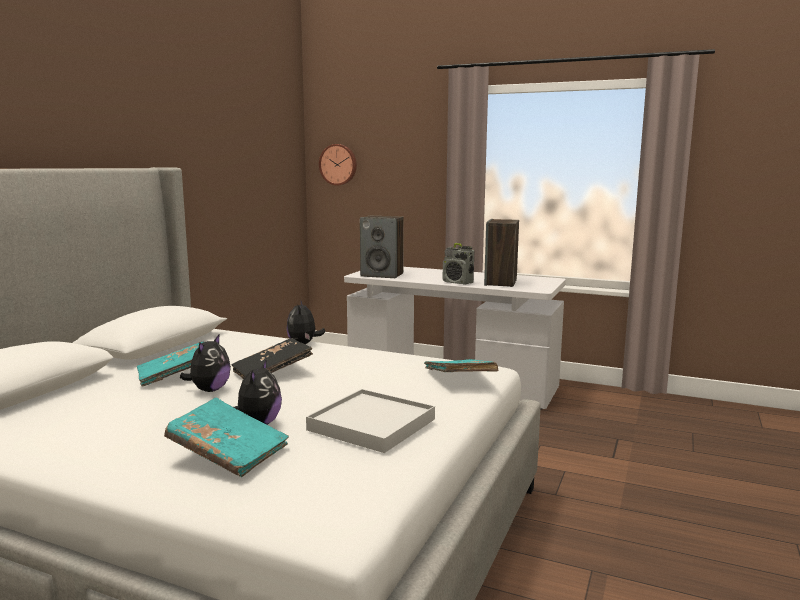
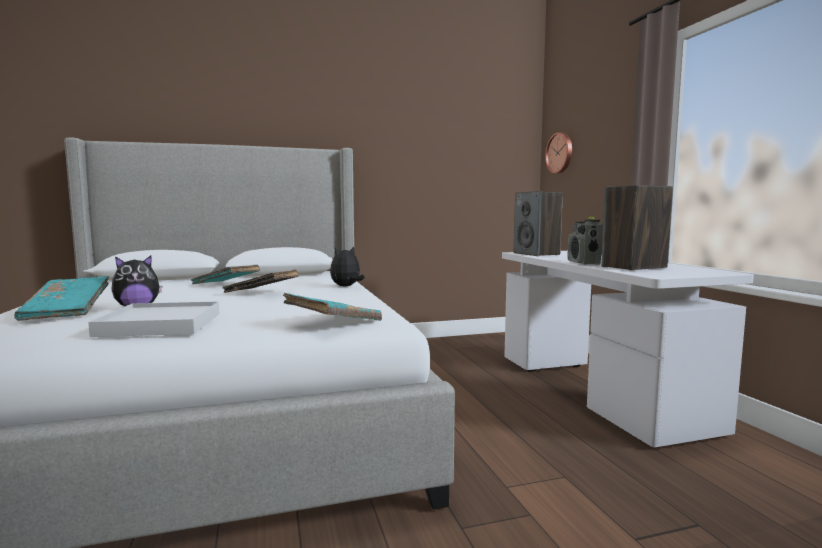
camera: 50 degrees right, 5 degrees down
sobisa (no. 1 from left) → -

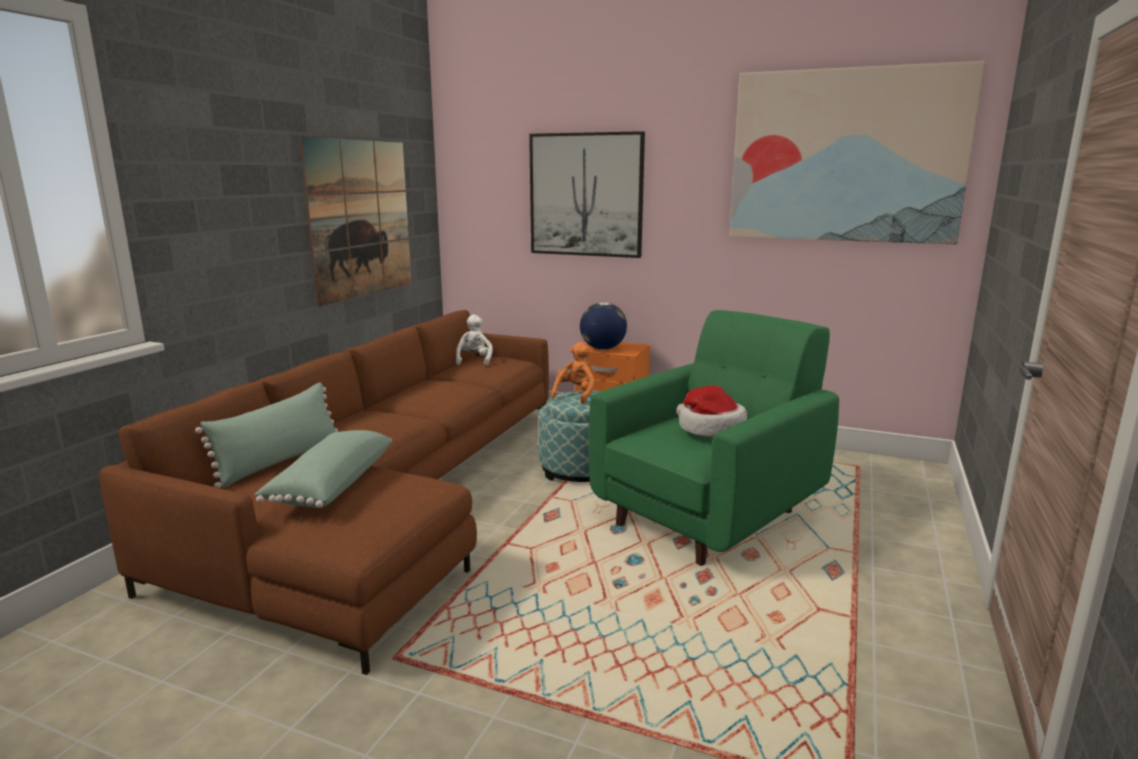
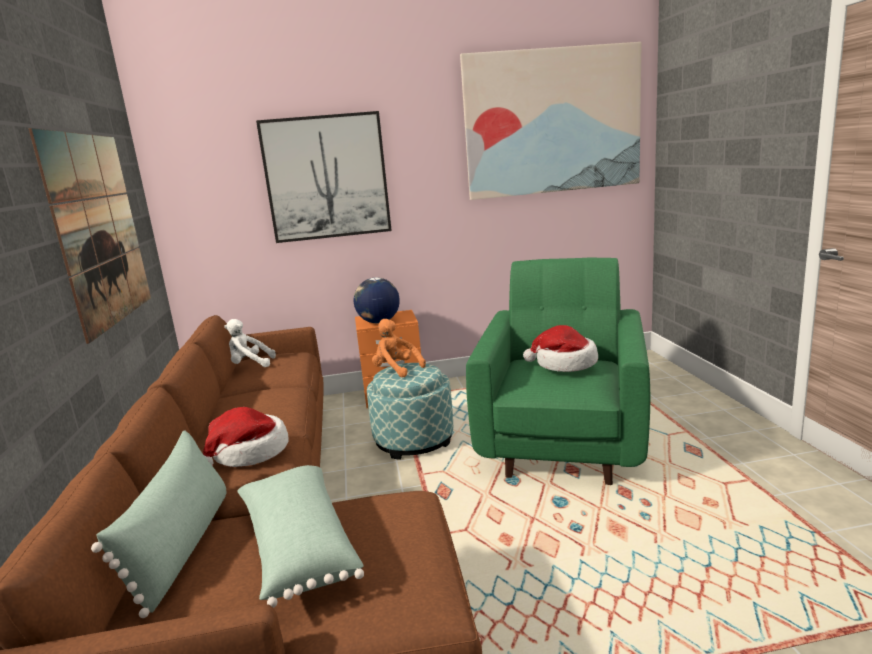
camera: 30 degrees left, 0 degrees up
white sobisa, 60 degrees counterclockwise
orange sobisa, 45 degrees counterclockwise
- → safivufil (no. 1 from left)

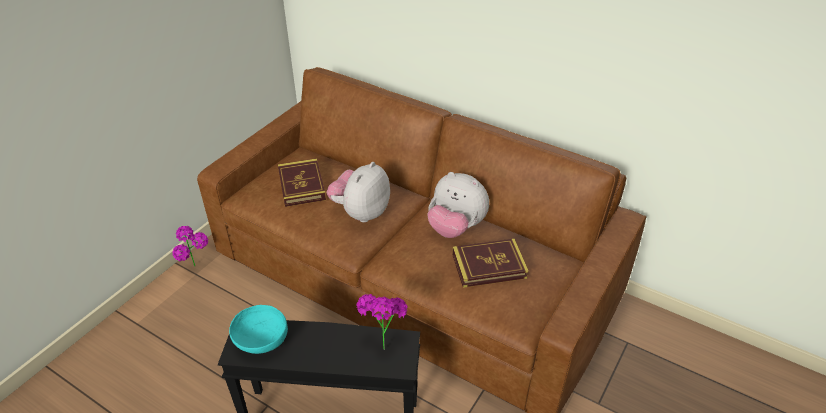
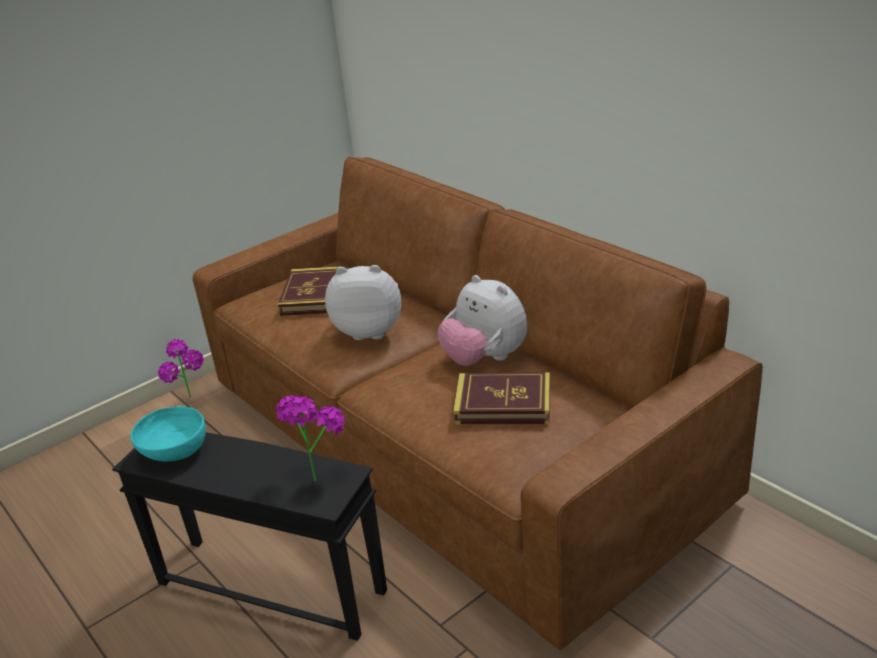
camera: 20 degrees right, 10 degrees down
sobisa (no. 1 from left), 45 degrees clockwise

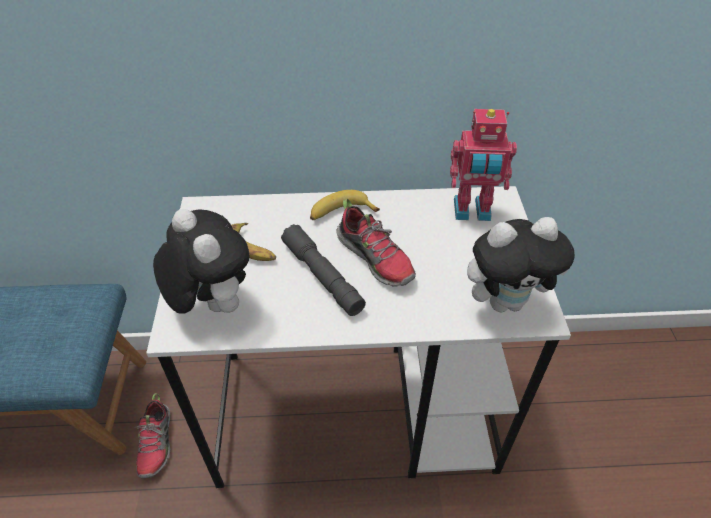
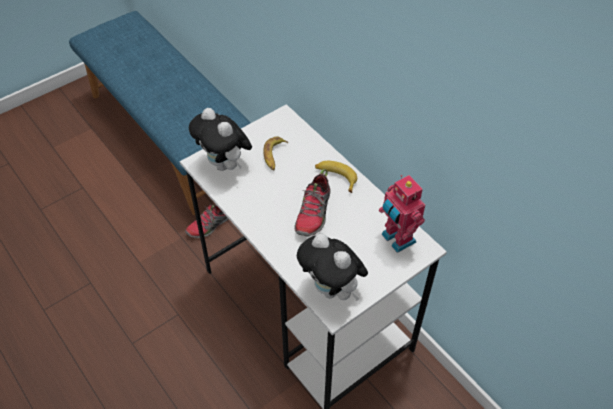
camera: 55 degrees right, 5 degrees up
sobisa (no. 1 from left), 120 degrees clockwise
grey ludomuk → -

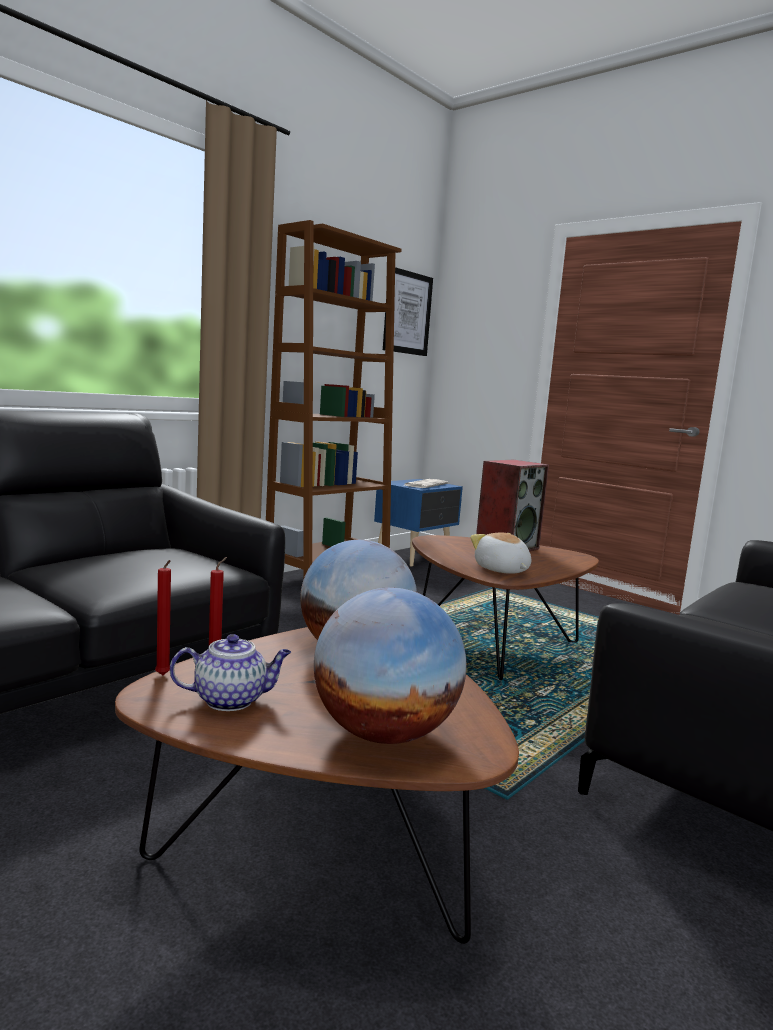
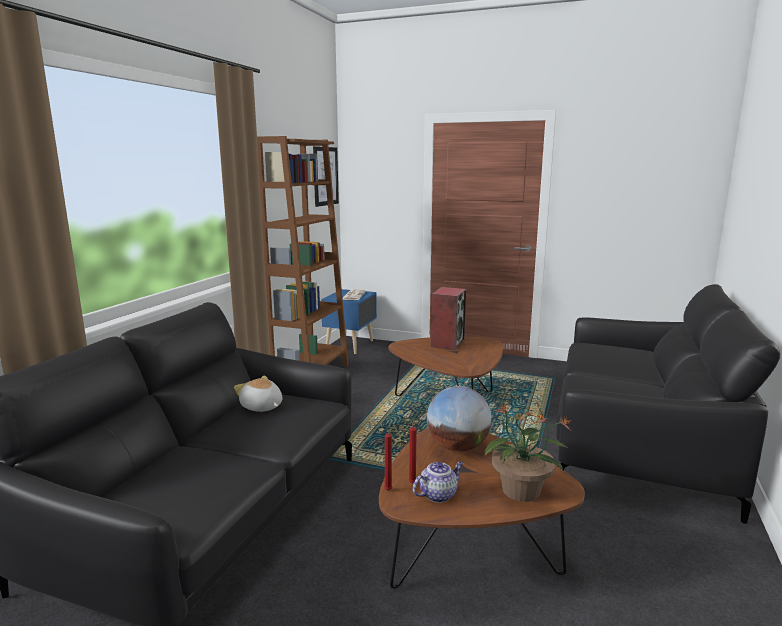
camera: 20 degrees left, 5 degrees up
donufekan (no. 2 from left) → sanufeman
sobisa, relocated

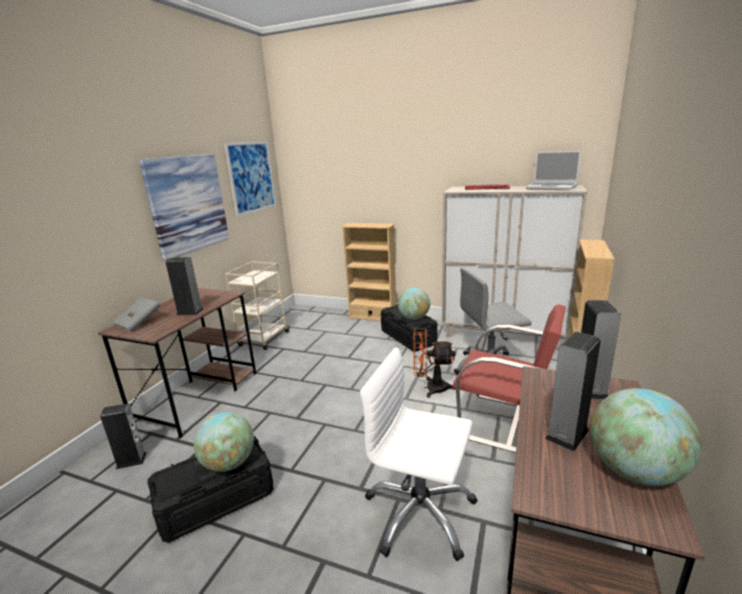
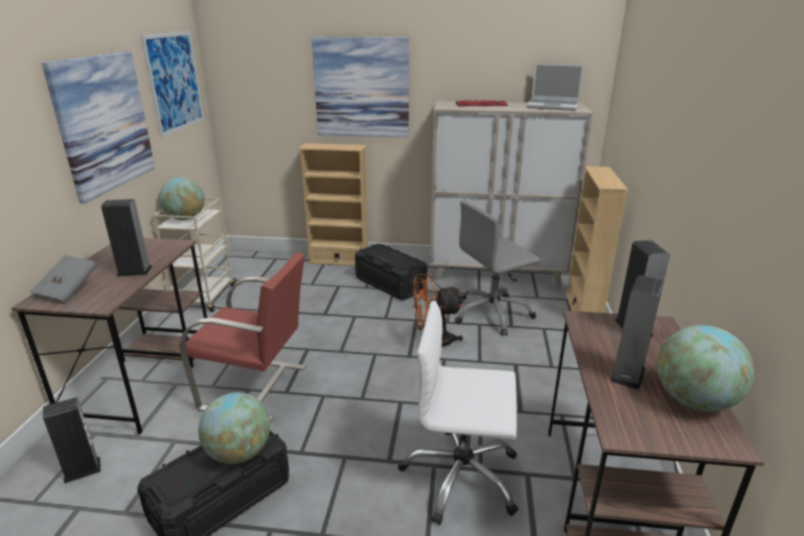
camera: 15 degrees left, 5 degrees up
donufekan (no. 2 from left in the first image) → donufekan (no. 1 from left), relocated
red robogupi, relocated
- → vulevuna (no. 3 from left)

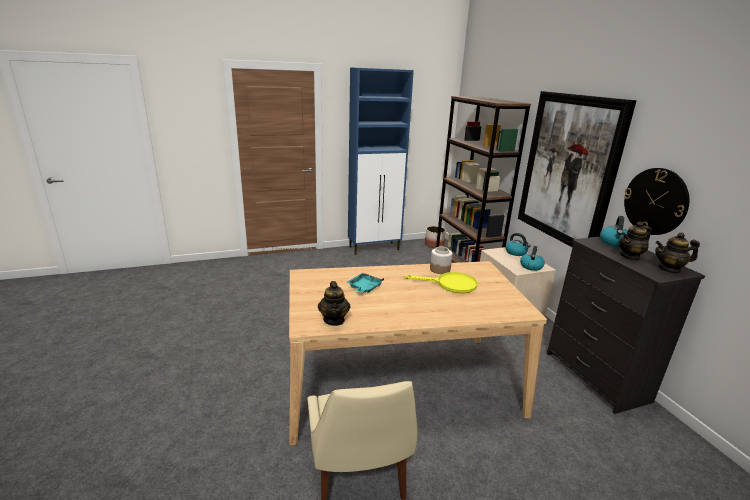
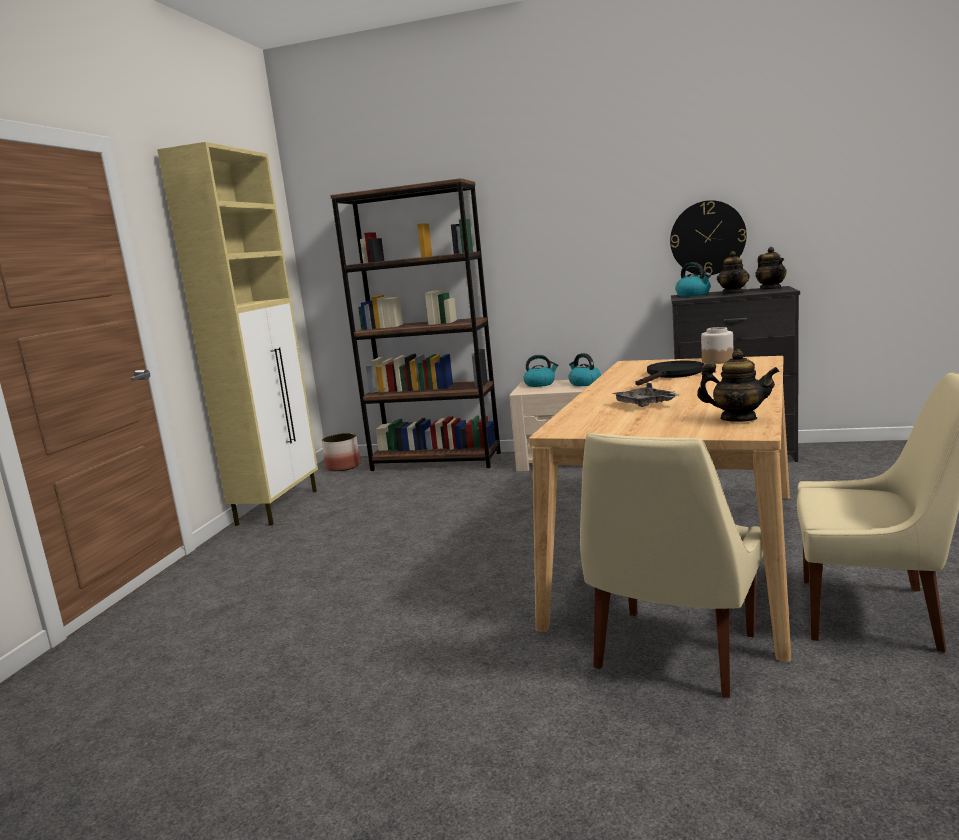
camera: 55 degrees left, 10 degrees down
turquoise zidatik → grey zidatik
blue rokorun → beige rokorun
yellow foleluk → black foleluk
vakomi, relocated
vulevuna → -
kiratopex (no. 3 from left), 45 degrees counterclockwise
- → beige robogupi (no. 1 from left)

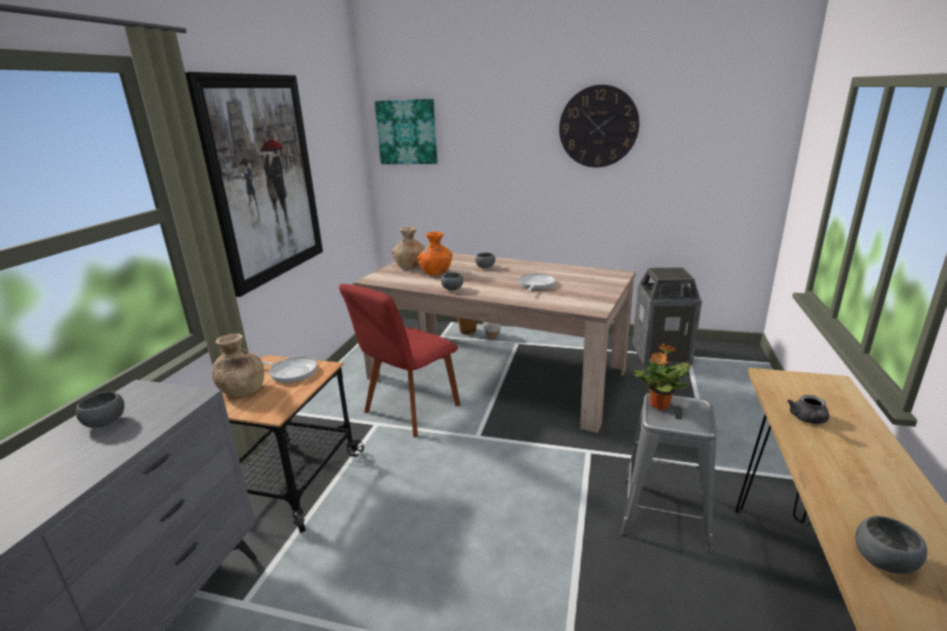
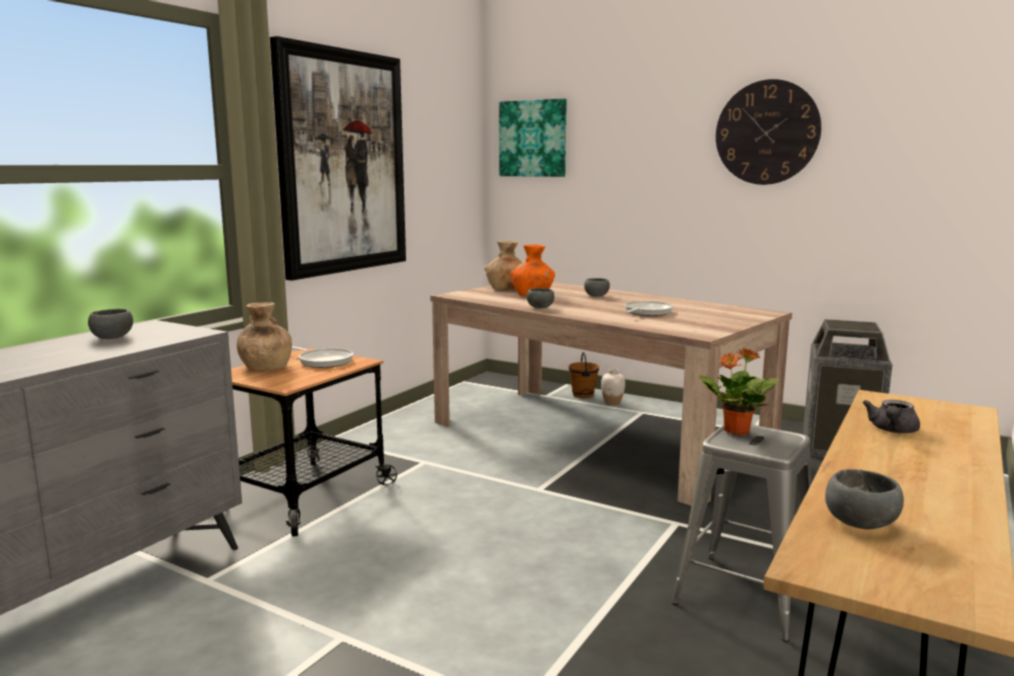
camera: 15 degrees right, 10 degrees down
red robogupi → -

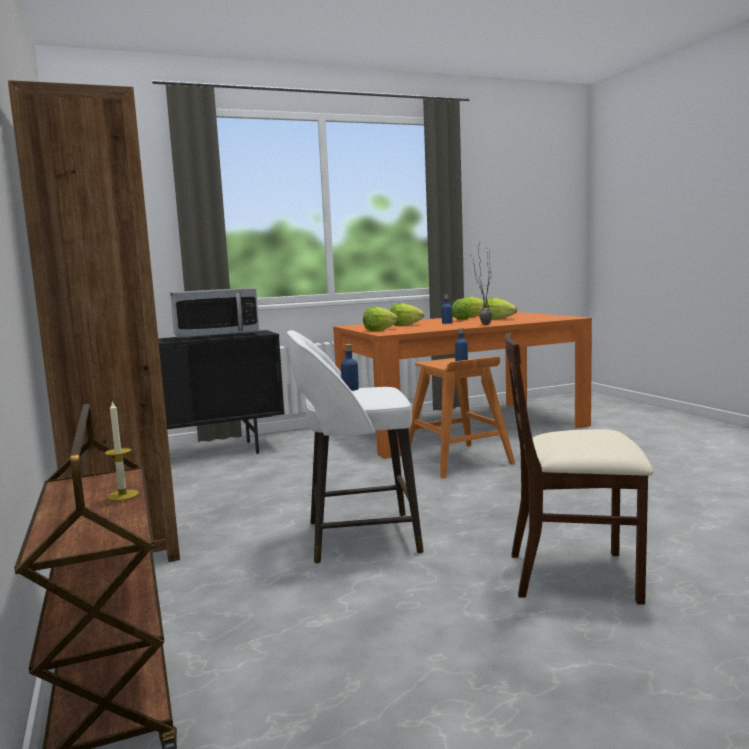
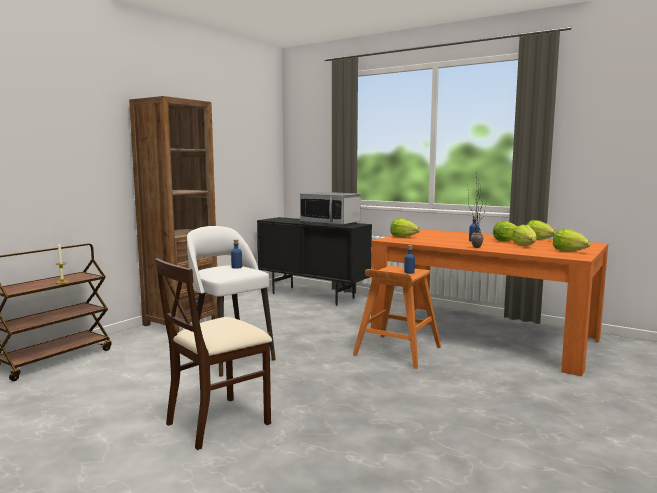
camera: 55 degrees right, 0 degrees up
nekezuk (no. 2 from left in the first image) → nekezuk (no. 5 from left), relocated
beige robogupi, 105 degrees counterclockwise

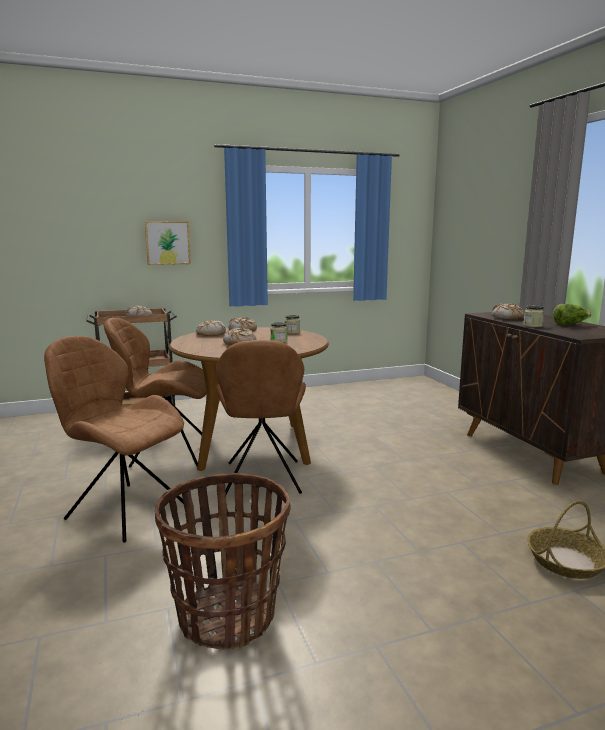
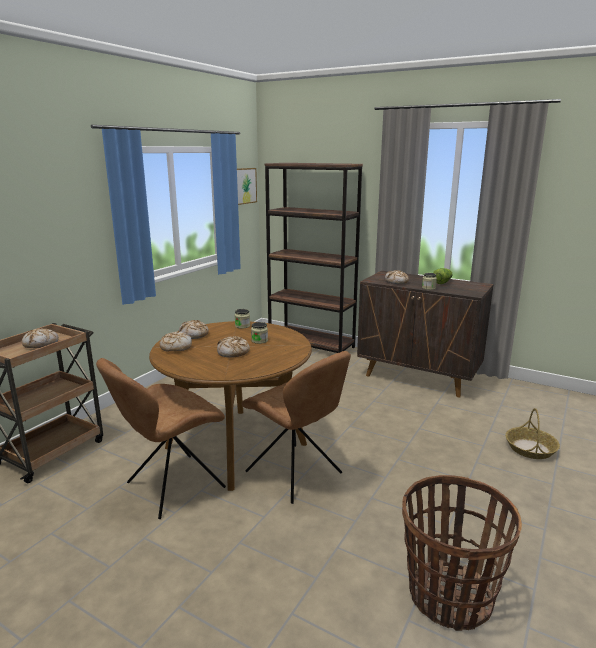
camera: 40 degrees left, 5 degrees up
brown robogupi (no. 1 from left) → -
vulevuna, relocated
- → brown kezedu

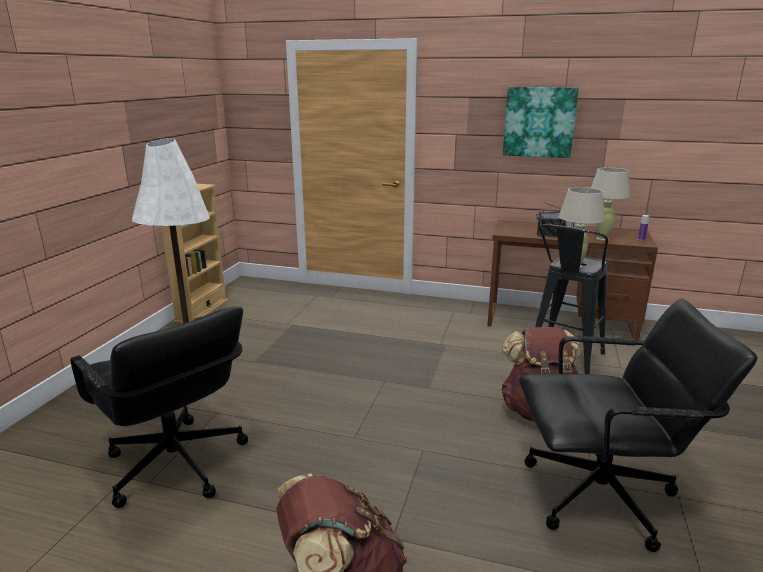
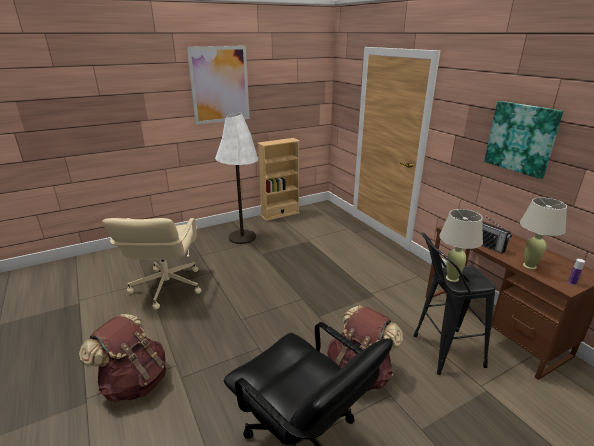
camera: 45 degrees right, 5 degrees up
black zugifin (no. 1 from left) → beige zugifin
- → vulevuna (no. 1 from left)

